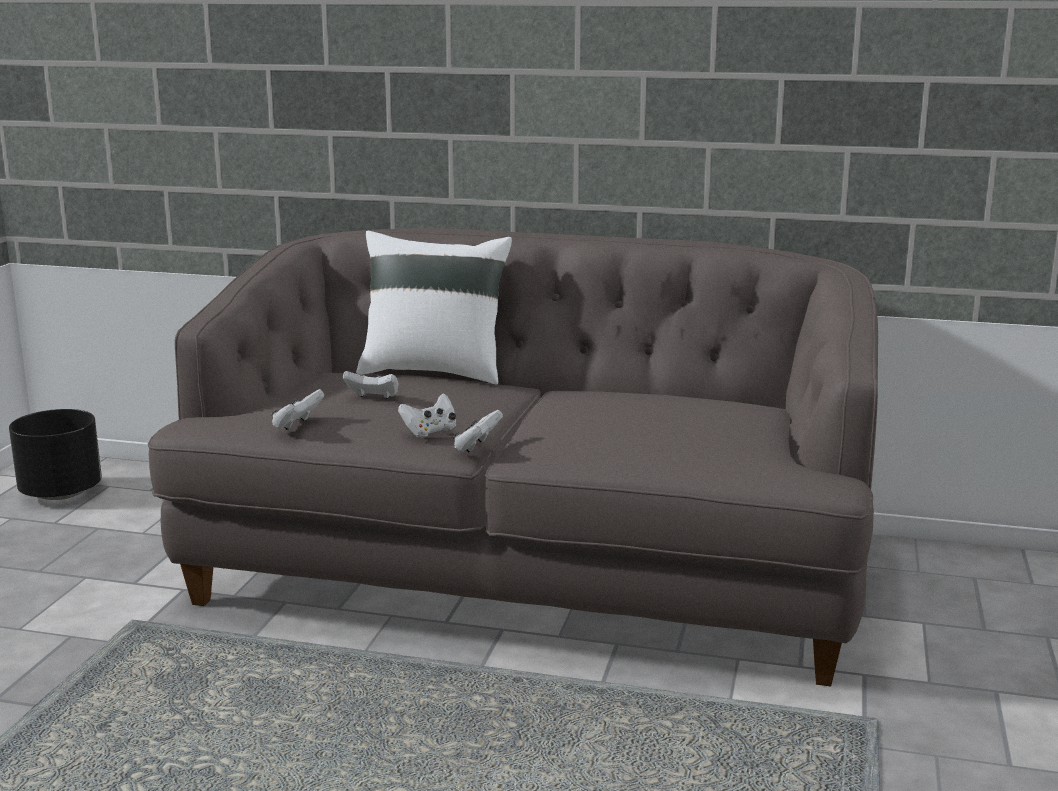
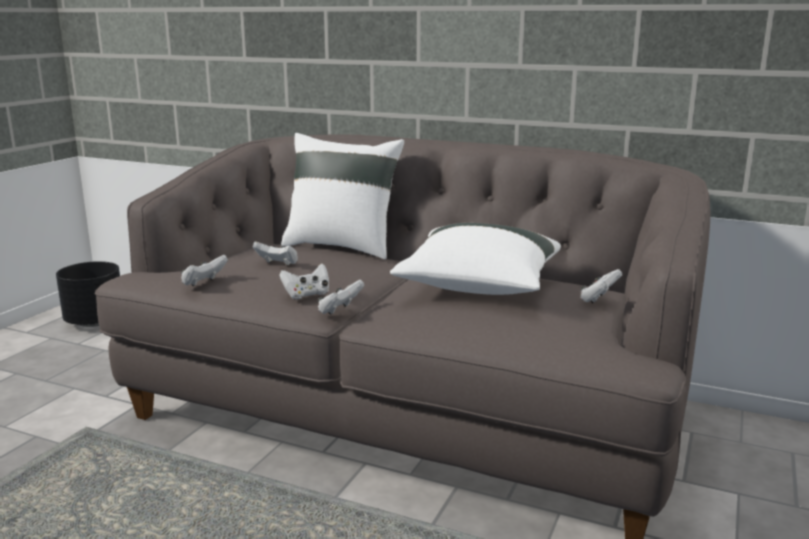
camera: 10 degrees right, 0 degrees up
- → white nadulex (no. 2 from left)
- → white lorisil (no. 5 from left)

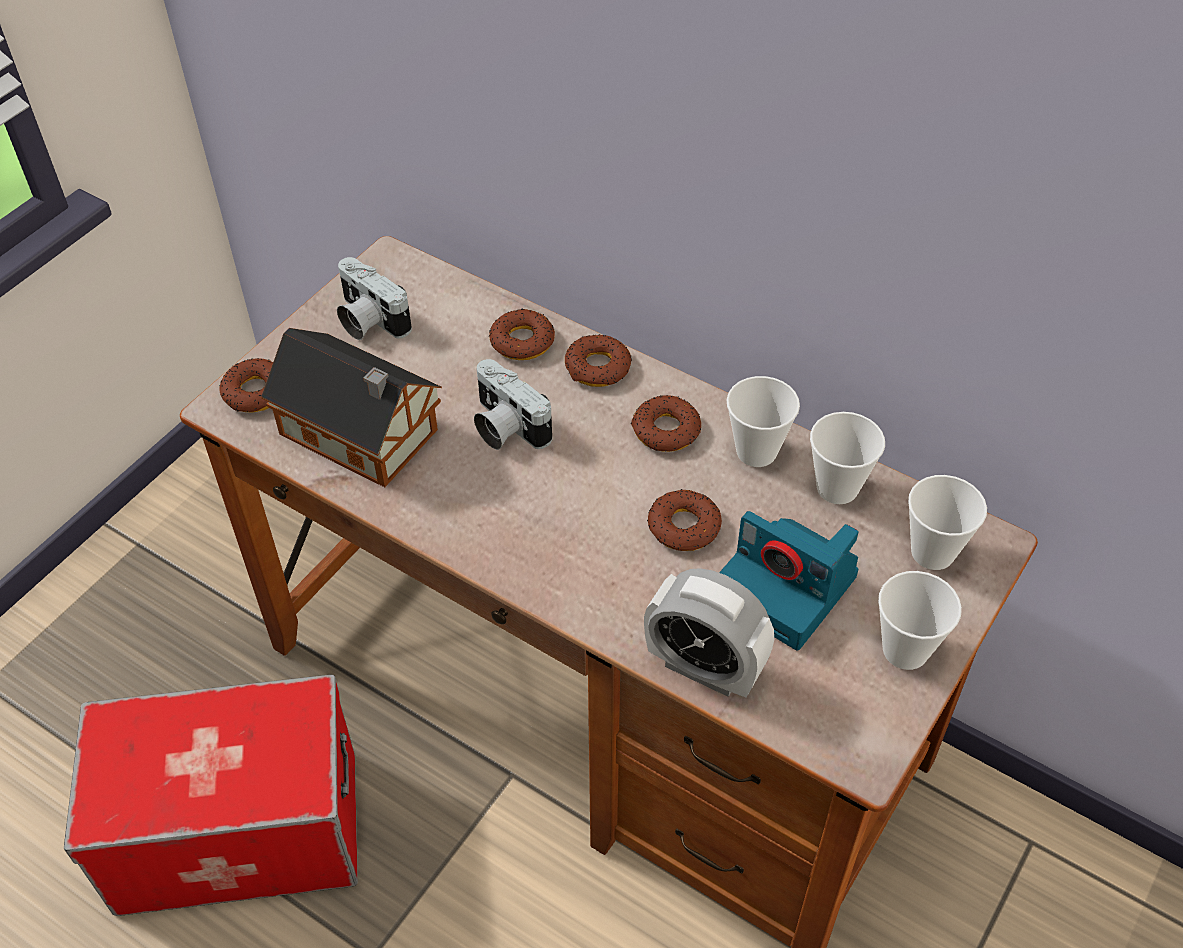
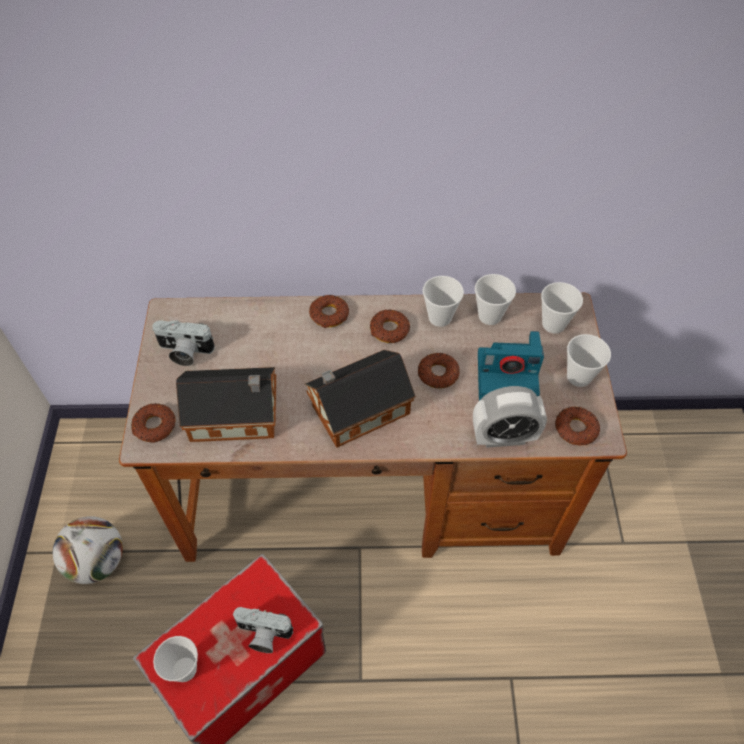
camera: 35 degrees left, 5 degrees up
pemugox (no. 2 from left), relocated
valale (no. 2 from left in the first image) → valale (no. 5 from left), relocated
- → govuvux
- → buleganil (no. 1 from left)
- → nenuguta (no. 2 from left)

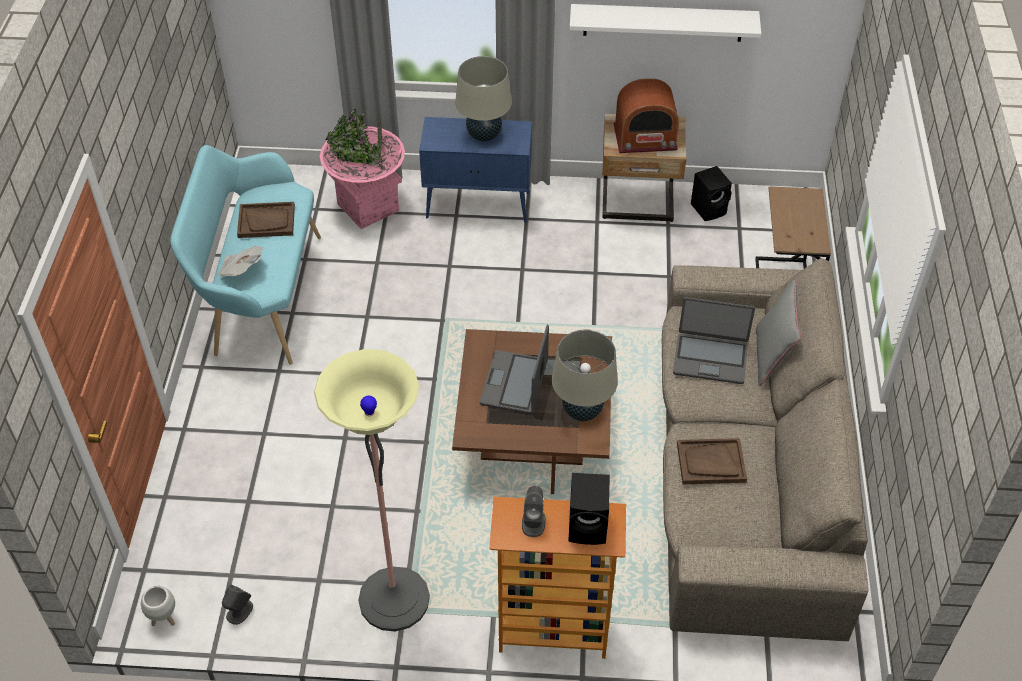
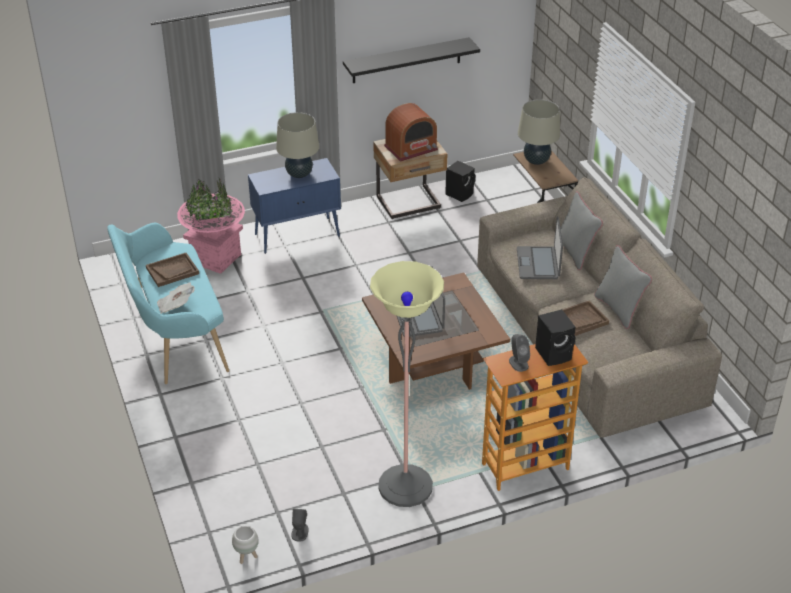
camera: 25 degrees left, 10 degrees down
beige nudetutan (no. 2 from left), relocated
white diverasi → black diverasi
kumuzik (no. 2 from left), 105 degrees clockwise
- → grey nadulex (no. 2 from left)

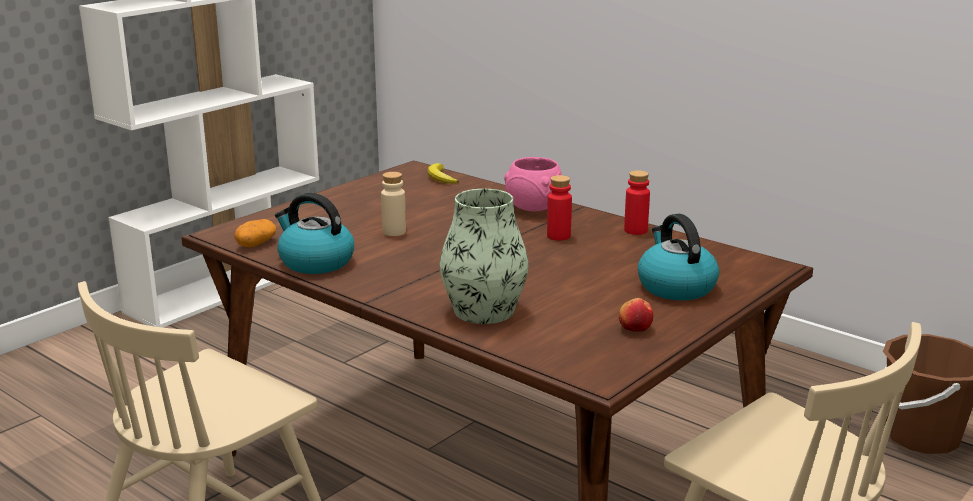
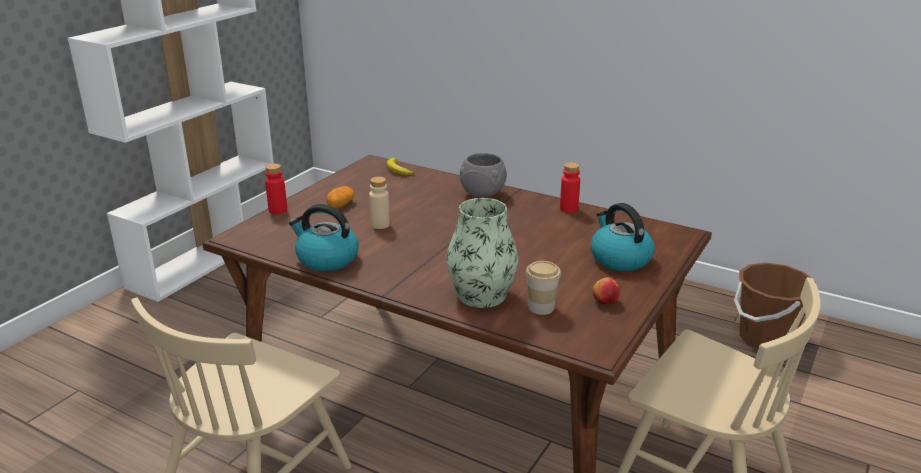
camera: 10 degrees left, 5 degrees up
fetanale, relocated
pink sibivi → grey sibivi
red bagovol (no. 1 from left), relocated
- → buleganil

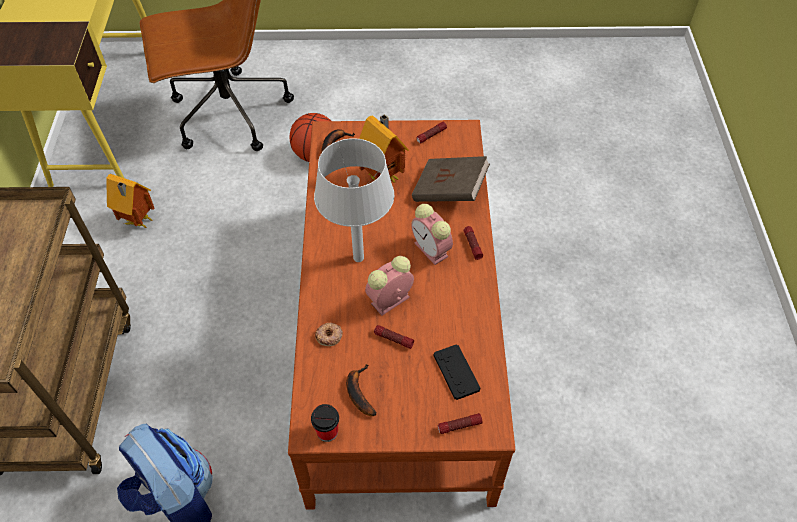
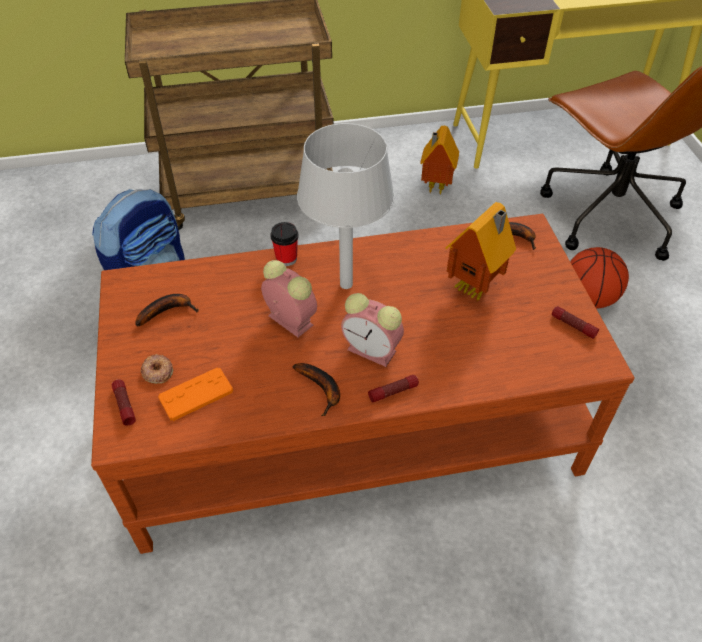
camera: 80 degrees right, 5 degrees down
buleganil, relocated
valale, relocated
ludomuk (no. 1 from left) → -
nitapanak (no. 2 from left), 105 degrees counterclockwise
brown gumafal → -
black lorisil → orange lorisil
- → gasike (no. 2 from left)

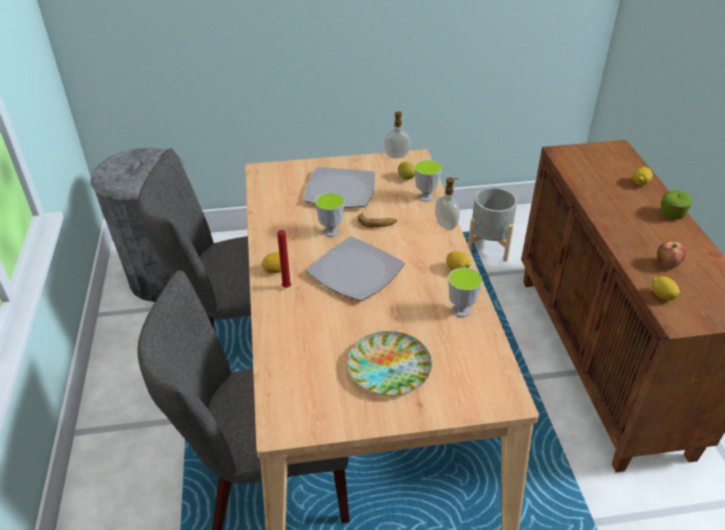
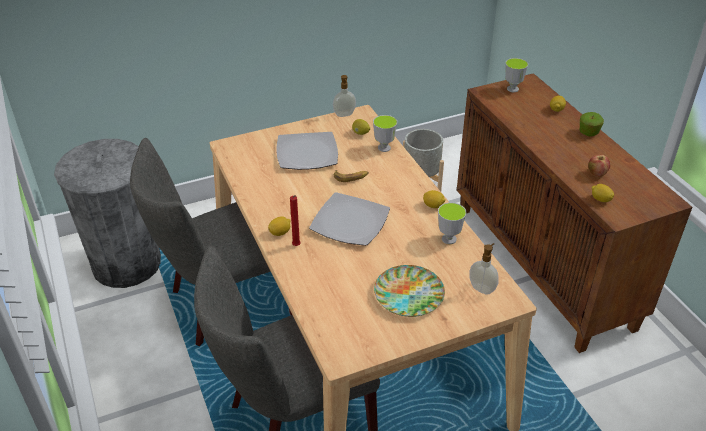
camera: 15 degrees left, 0 degrees up
buleganil (no. 1 from left in the first image) → buleganil (no. 3 from left), relocated
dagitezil (no. 2 from left), relocated

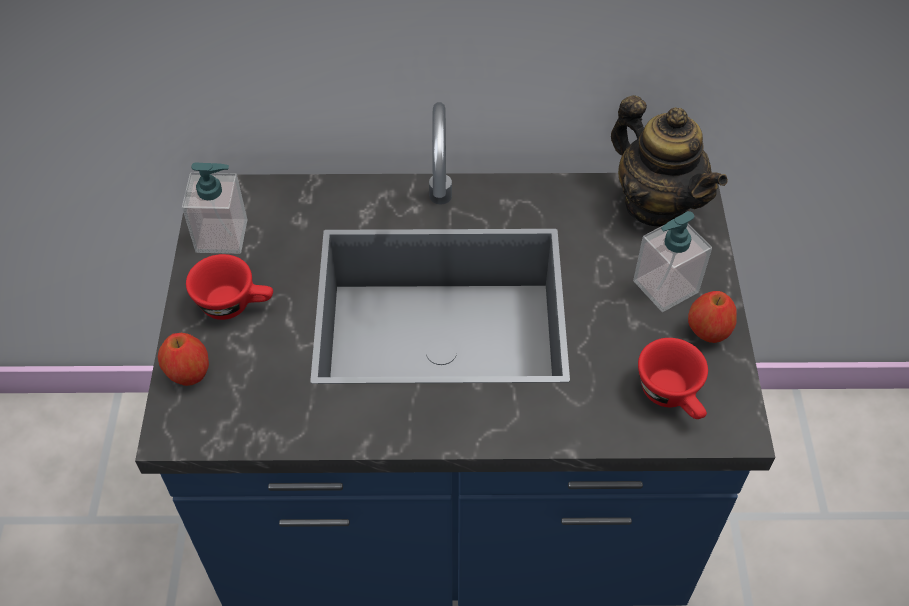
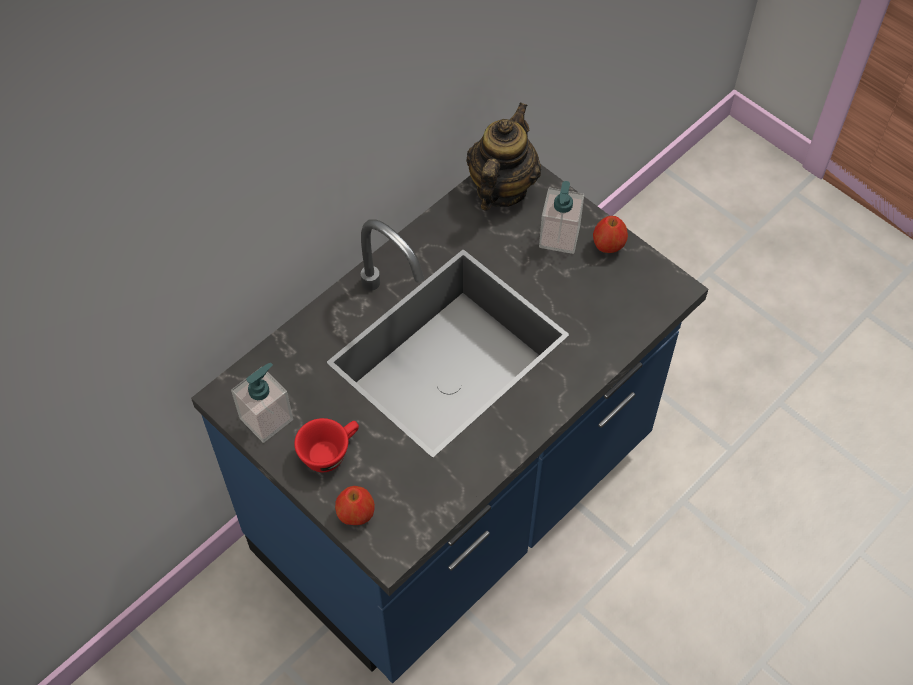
camera: 45 degrees left, 5 degrees up
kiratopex, 75 degrees counterclockwise
red buleganil (no. 2 from left) → -

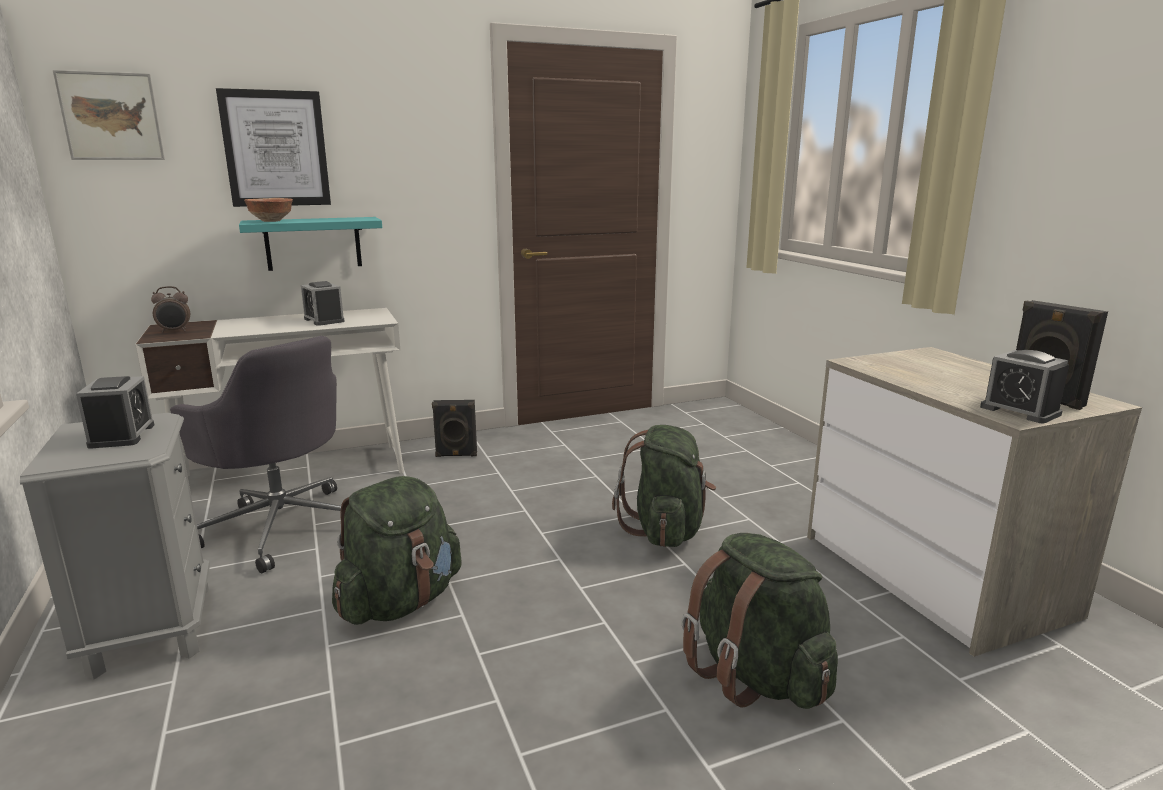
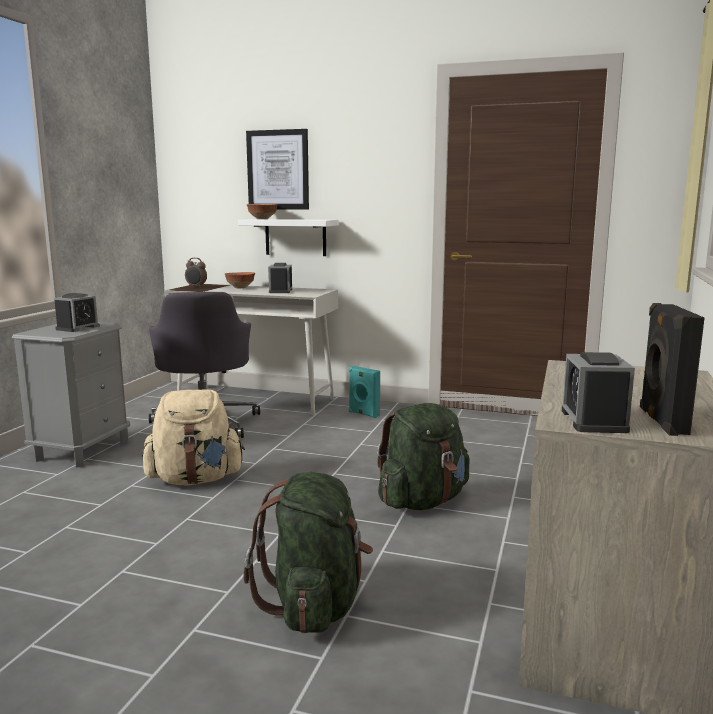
camera: 40 degrees right, 5 degrees down
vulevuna (no. 1 from left) → -
turquoise diverasi → white diverasi
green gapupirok (no. 1 from left) → beige gapupirok
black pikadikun (no. 1 from left) → turquoise pikadikun
- → sibivi (no. 1 from left)

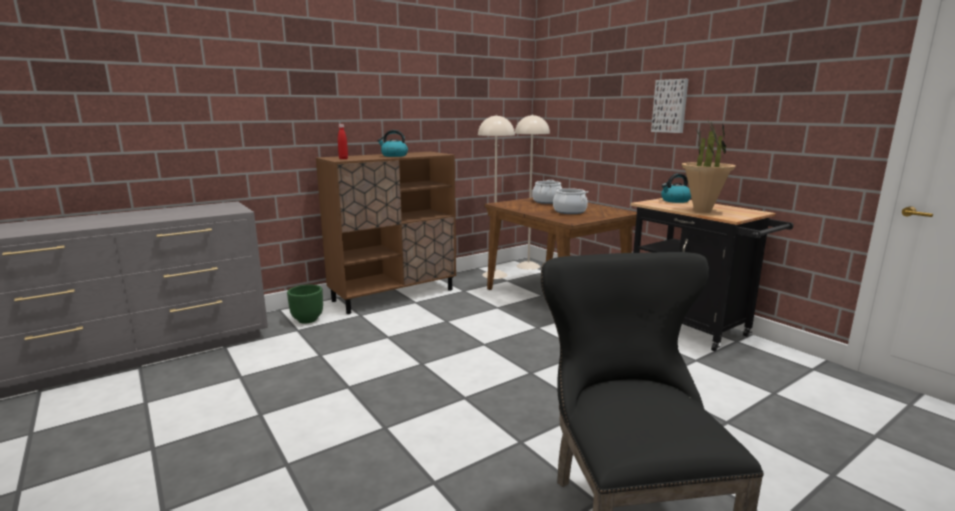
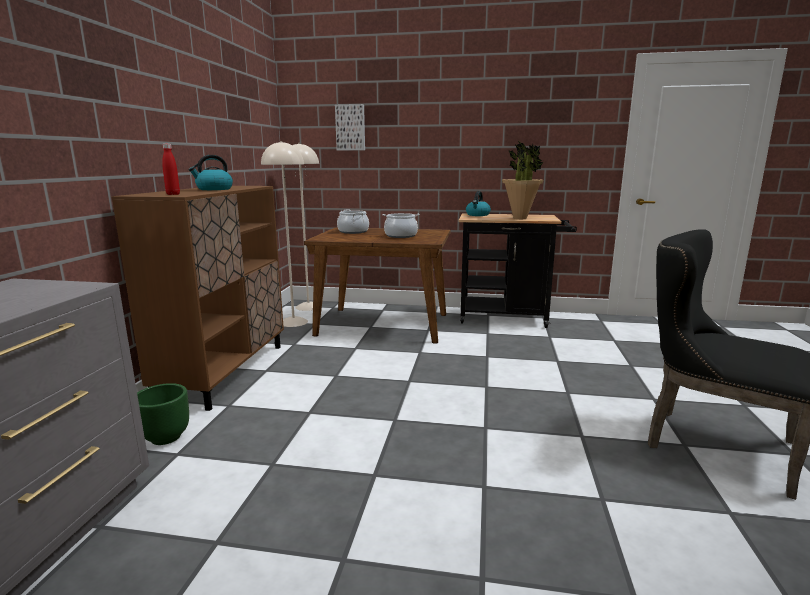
camera: 45 degrees left, 0 degrees up
vulevuna, relocated

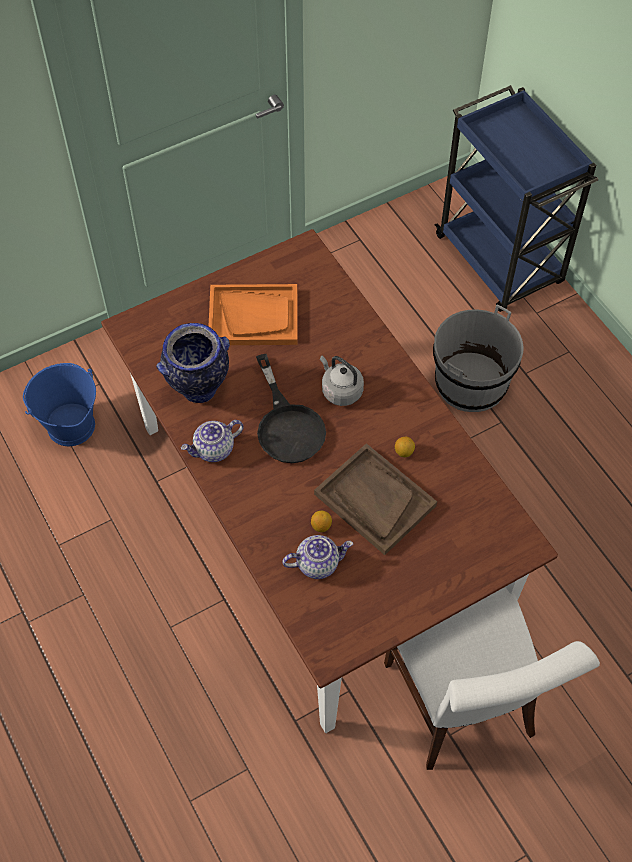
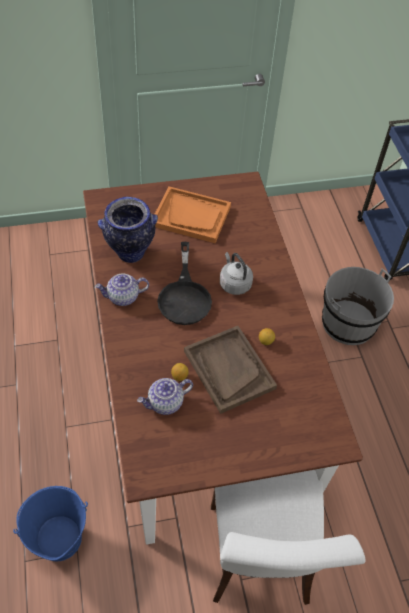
camera: 15 degrees right, 5 degrees down
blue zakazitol, relocated
kiratopex (no. 2 from left), 150 degrees clockwise

